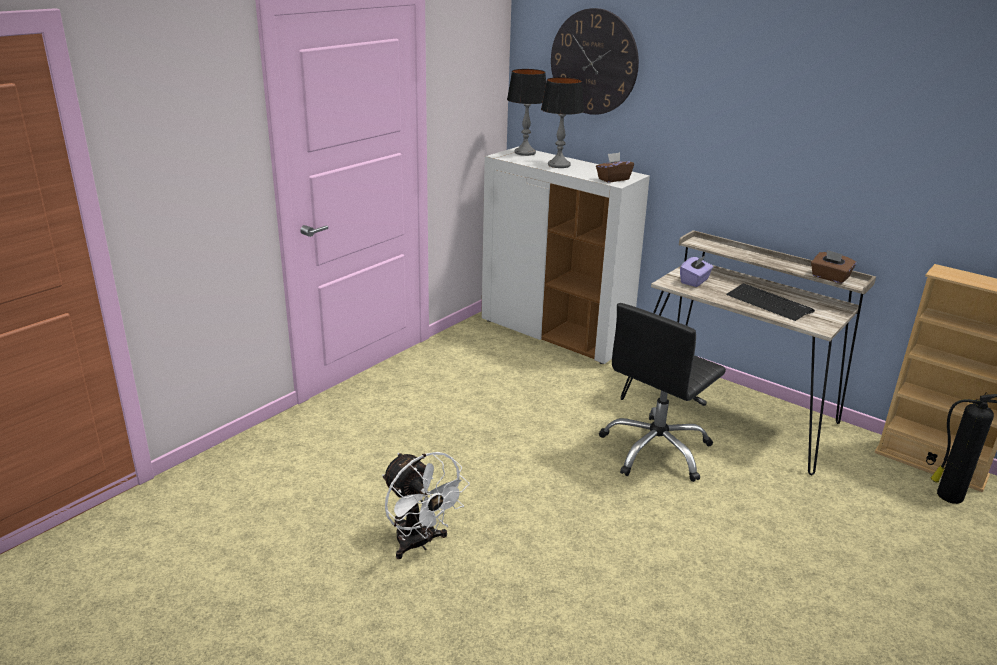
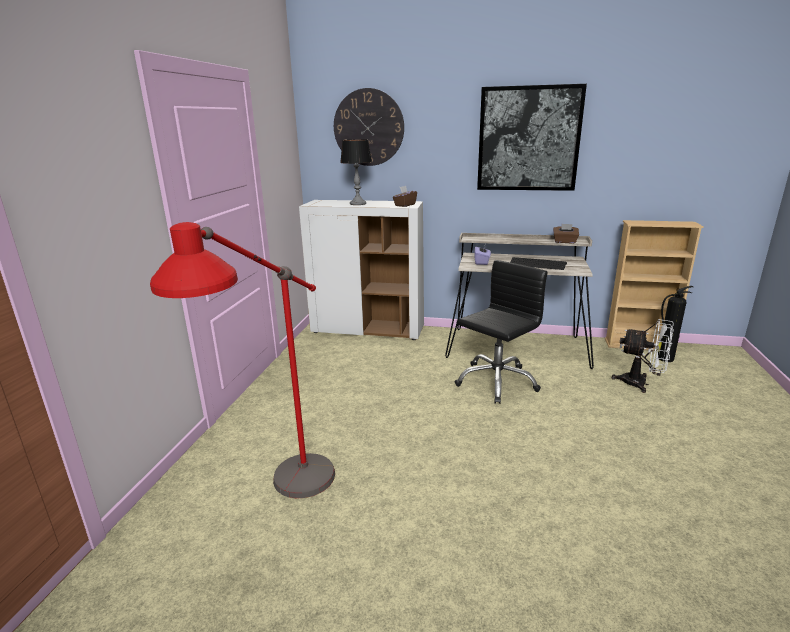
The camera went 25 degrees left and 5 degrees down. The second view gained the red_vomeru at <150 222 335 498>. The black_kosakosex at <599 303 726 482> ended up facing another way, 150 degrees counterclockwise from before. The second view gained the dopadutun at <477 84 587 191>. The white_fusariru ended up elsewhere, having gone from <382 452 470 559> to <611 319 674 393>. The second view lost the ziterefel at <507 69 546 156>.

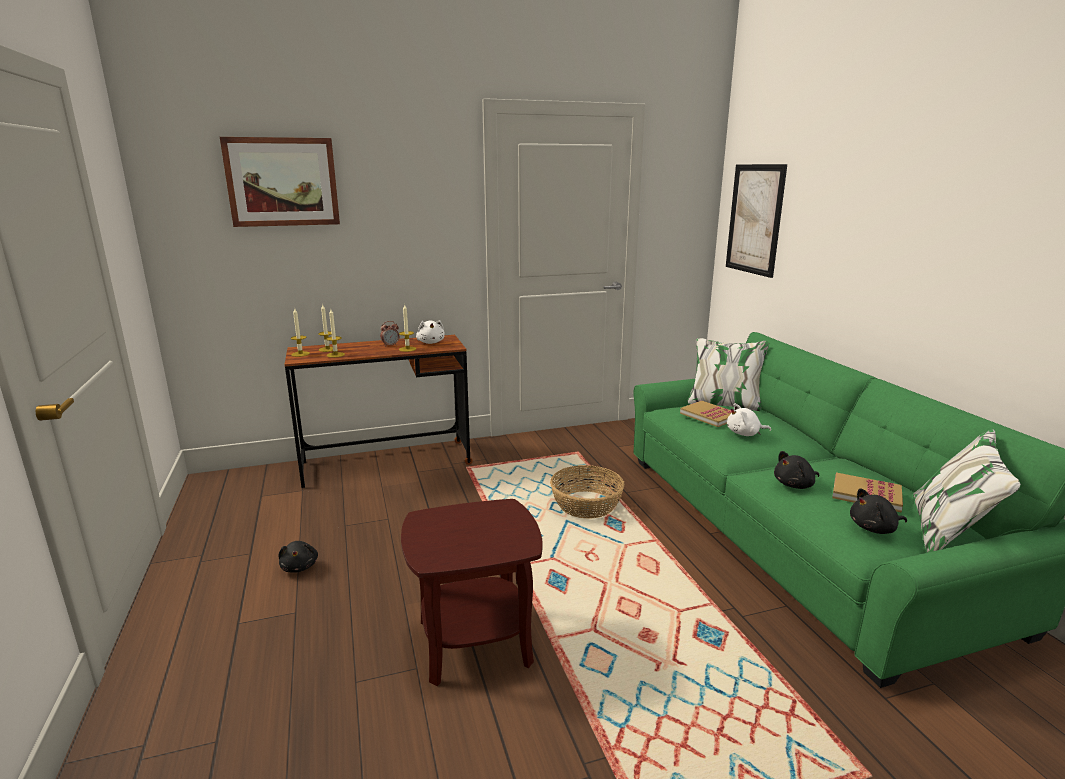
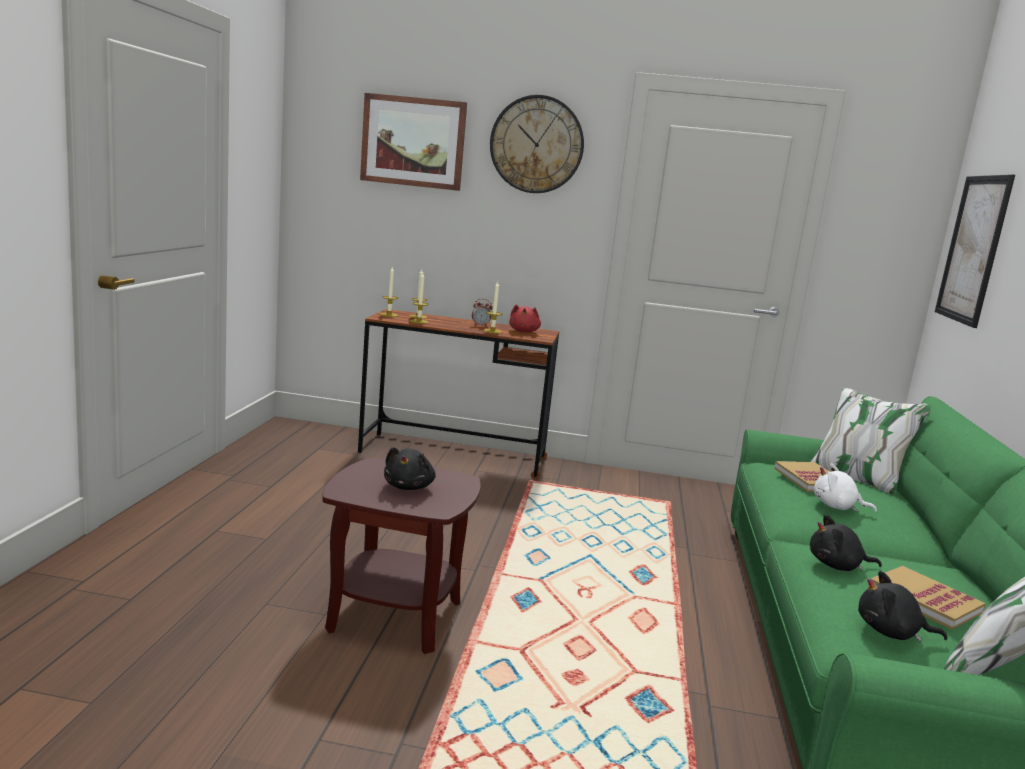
The camera went 25 degrees right and 5 degrees down. The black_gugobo ended up elsewhere, having gone from <278 541 318 573> to <384 447 436 490>. The second view gained the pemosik at <490 95 584 193>. What was the white_gugobo at <416 320 445 344> turned into the red_gugobo at <509 304 541 332>. The second view lost the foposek at <550 465 625 519>.

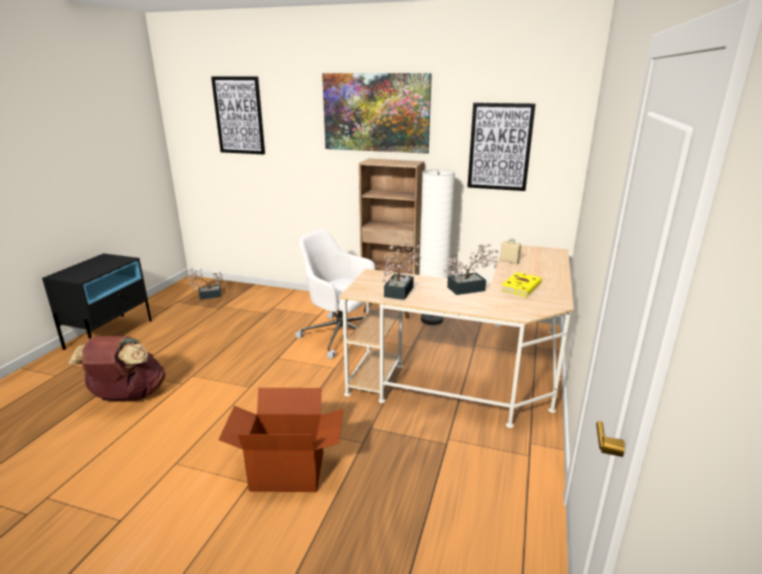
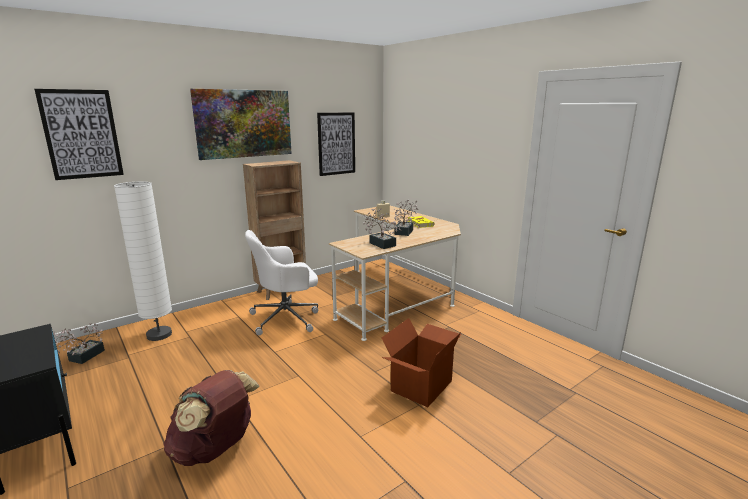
The camera went 55 degrees left and 5 degrees down. The white_vomeru ended up elsewhere, having gone from <419 169 455 325> to <114 181 172 341>.

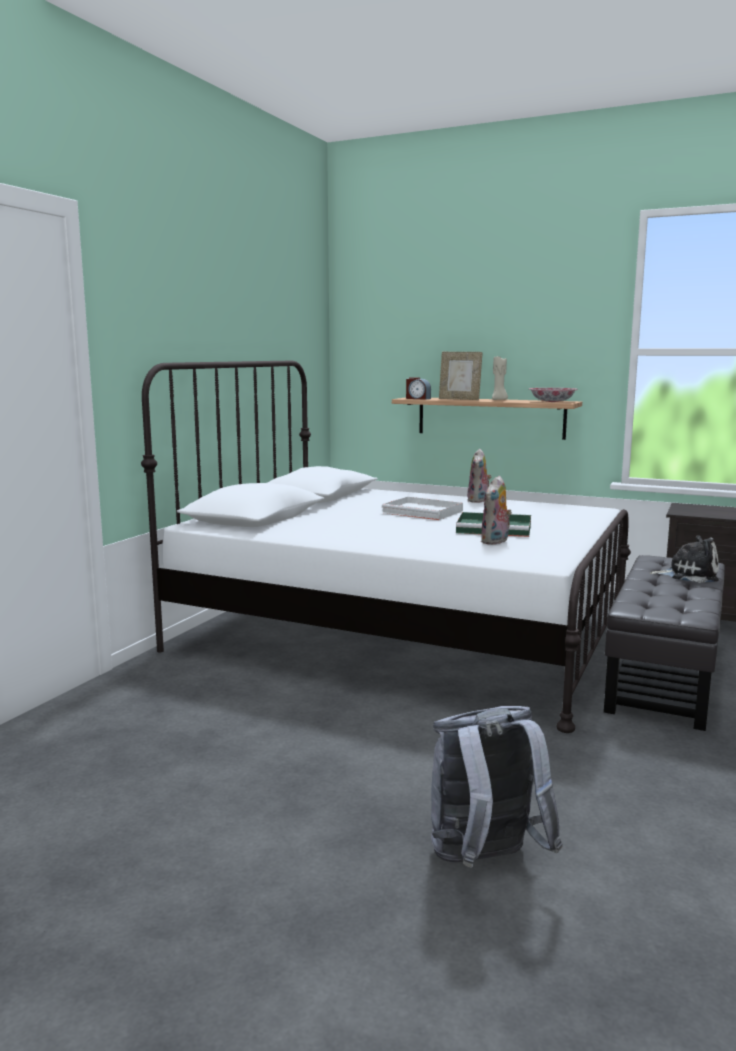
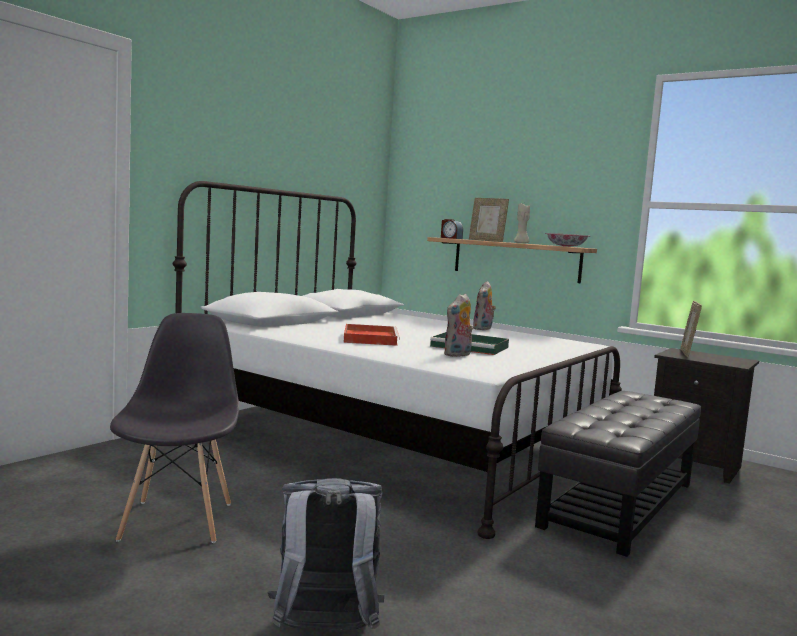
The camera went 10 degrees right and 5 degrees down. The second view gained the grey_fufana at <110 313 239 543>. The second view gained the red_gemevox at <344 324 400 346>. The second view gained the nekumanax at <681 301 702 357>. The second view lost the white_gemevox at <382 496 463 520>. The second view lost the gugobo at <650 535 719 583>.

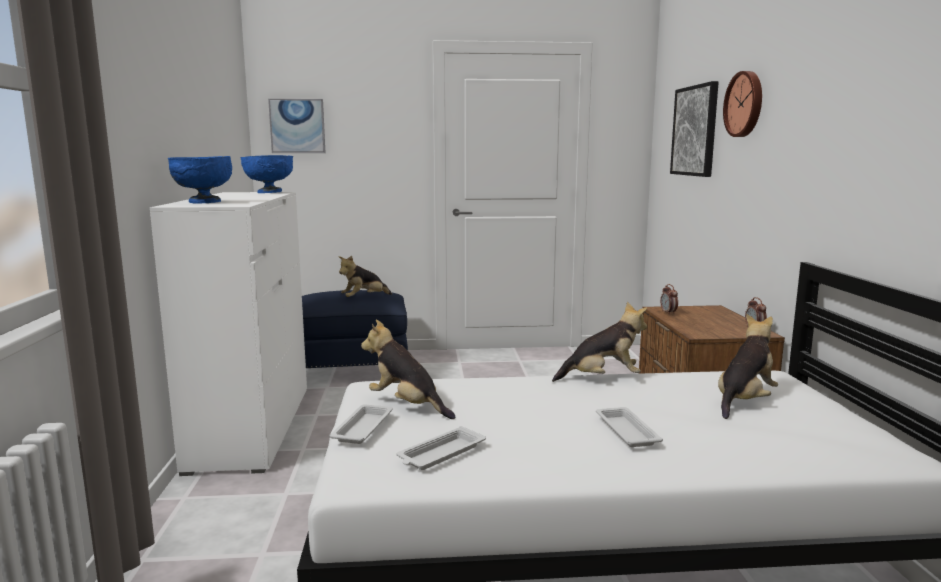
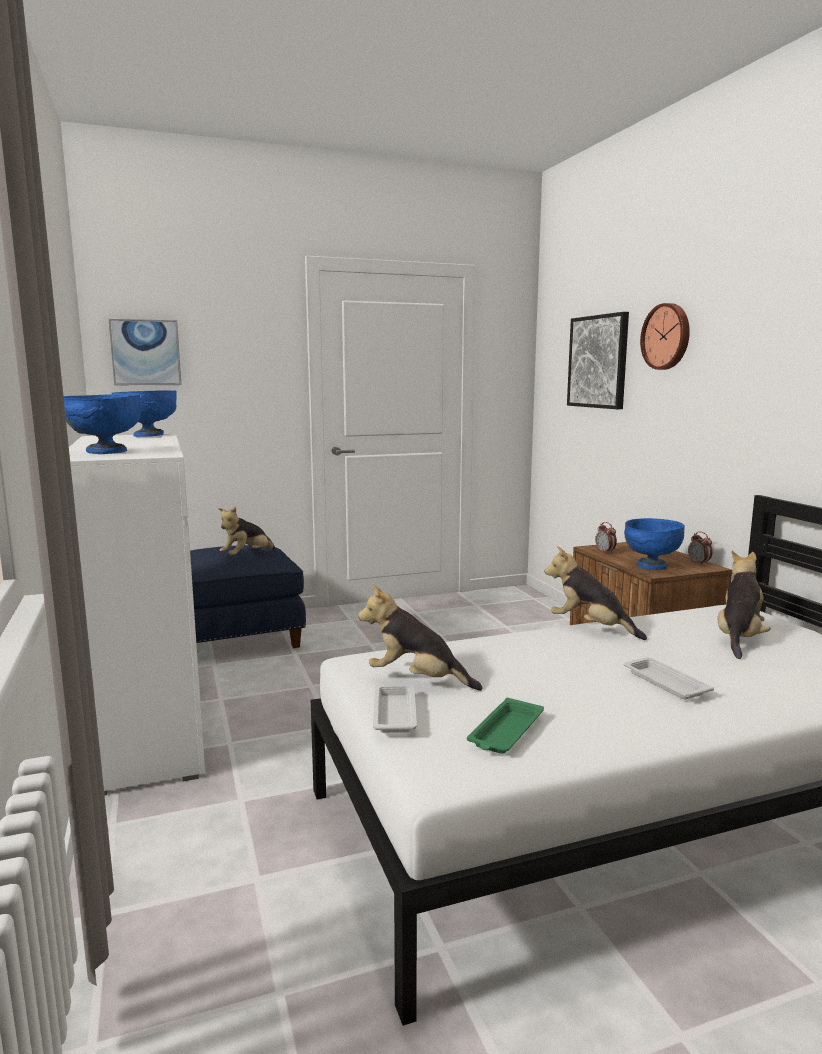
The camera went 15 degrees left and 0 degrees up. What was the white_gemevox at <397 426 486 470> turned into the green_gemevox at <467 698 544 754>. The gugobo at <552 302 647 382> ended up facing another way, 120 degrees counterclockwise from before. The second view gained the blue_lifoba at <624 518 685 570>.

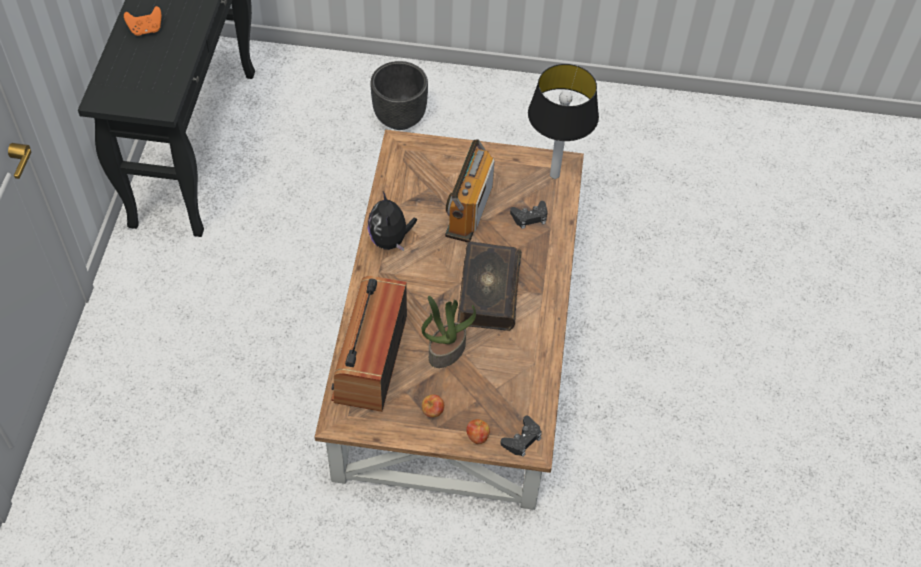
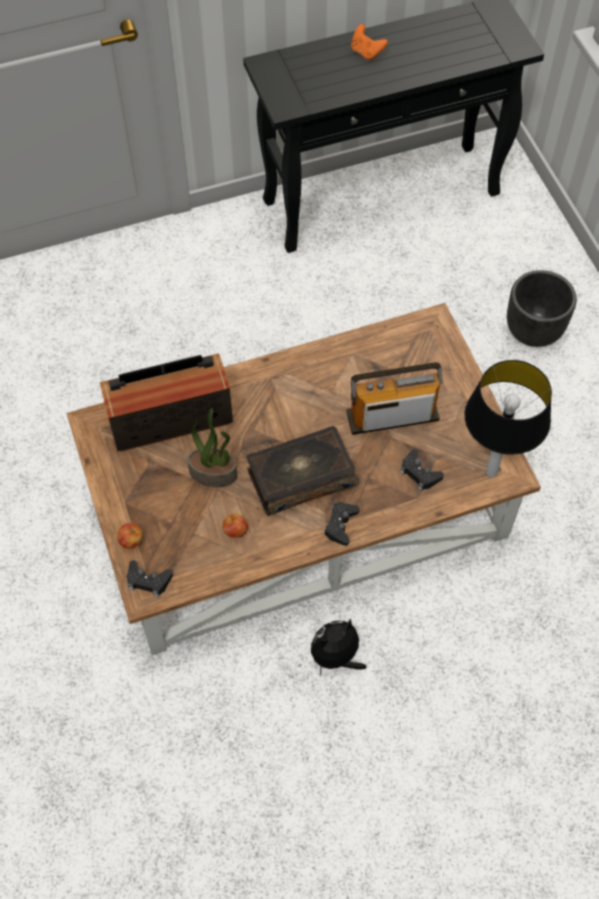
The camera went 65 degrees right and 5 degrees up. The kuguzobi ended up elsewhere, having gone from <422 394 444 418> to <222 513 248 538>. The gugobo ended up elsewhere, having gone from <368 191 417 251> to <311 619 366 676>. The second view gained the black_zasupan at <324 502 360 546>.

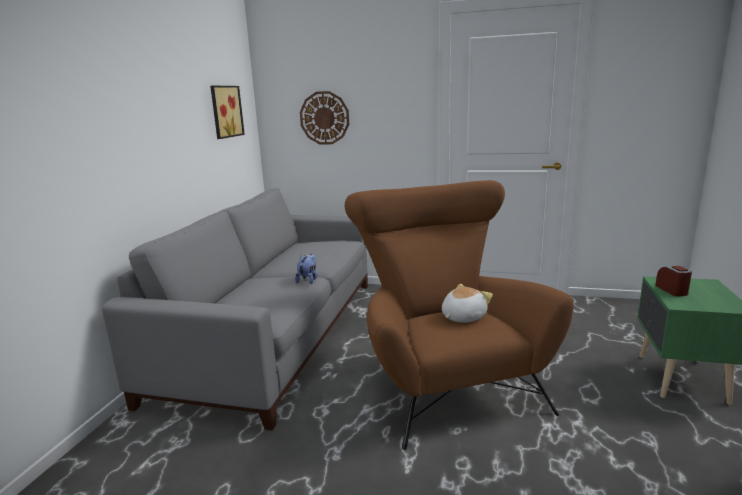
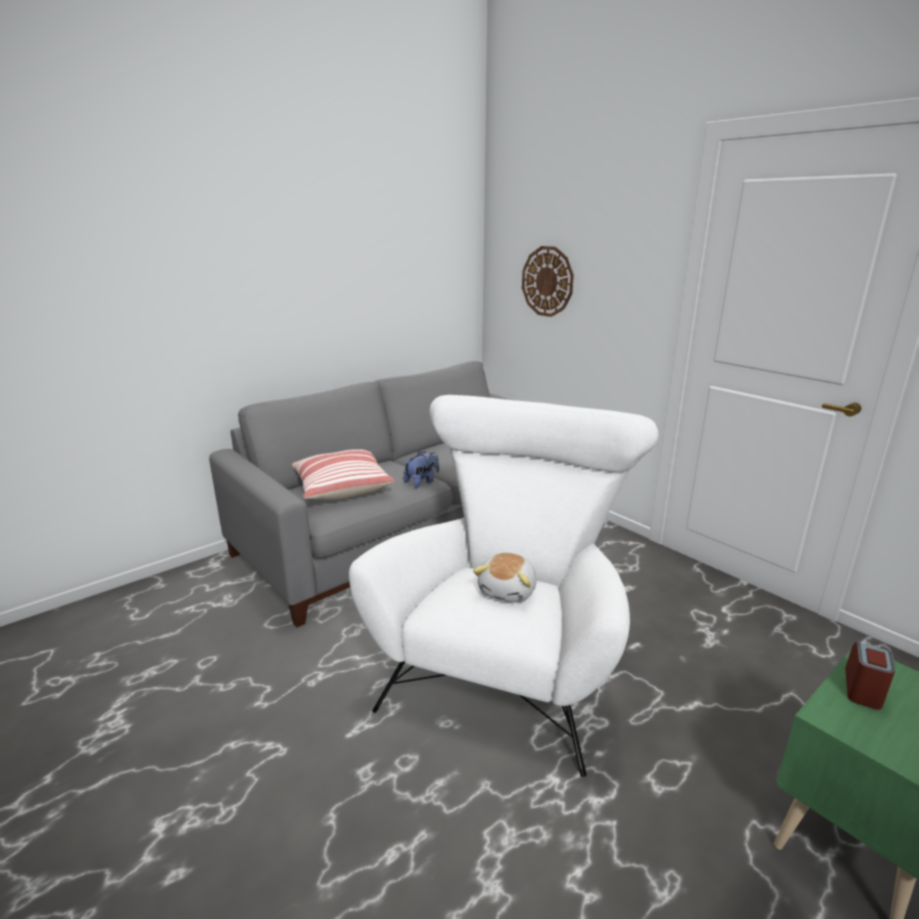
The camera went 35 degrees right and 5 degrees up. The second view gained the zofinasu at <291 449 395 500>. What was the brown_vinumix at <345 180 574 450> turned into the white_vinumix at <349 395 658 777>. The gugobo at <442 284 493 323> ended up facing another way, 120 degrees clockwise from before. The second view lost the dopadutun at <210 86 245 139>.

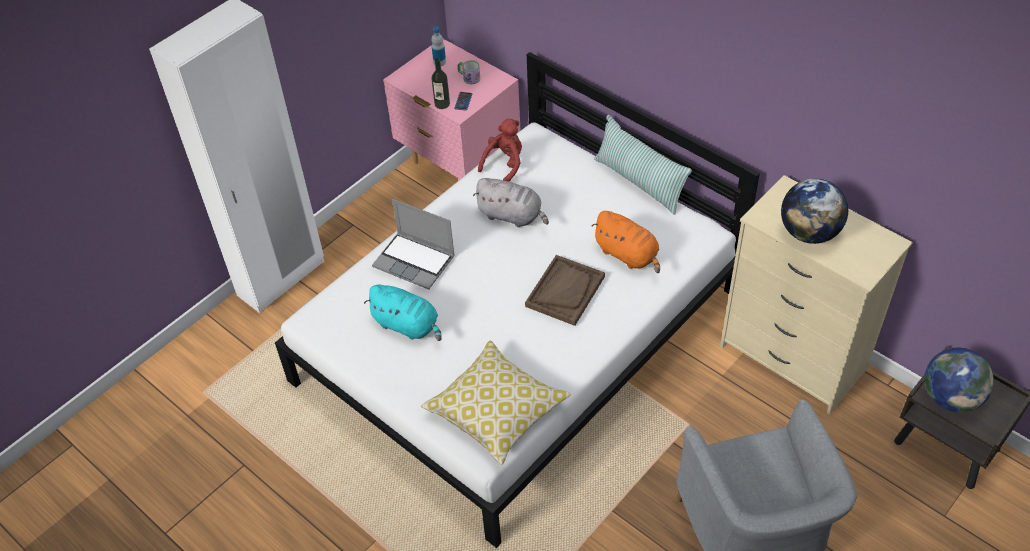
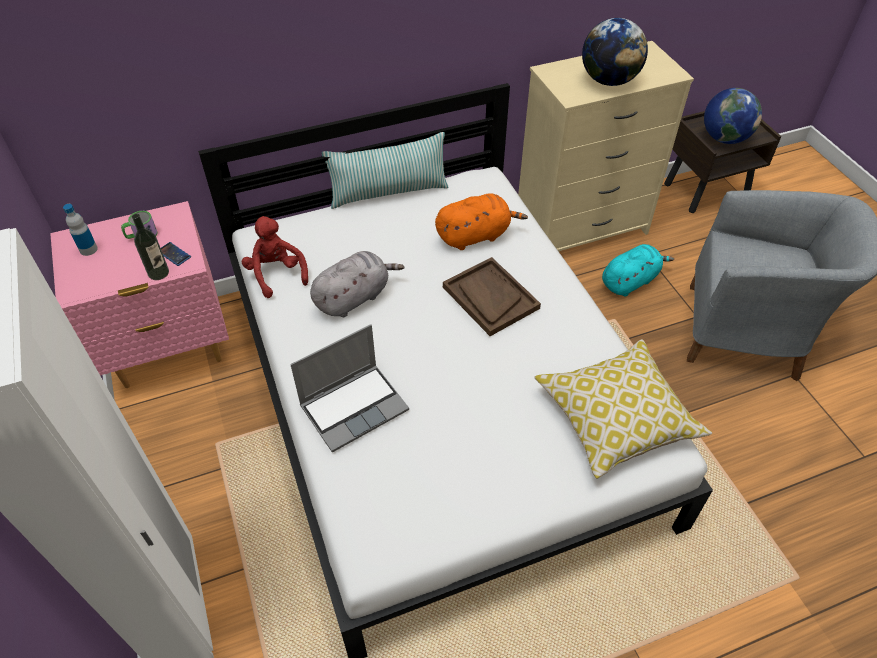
The camera went 65 degrees left and 0 degrees up. The turquoise_gugobo ended up elsewhere, having gone from <364 285 442 341> to <602 244 674 297>.

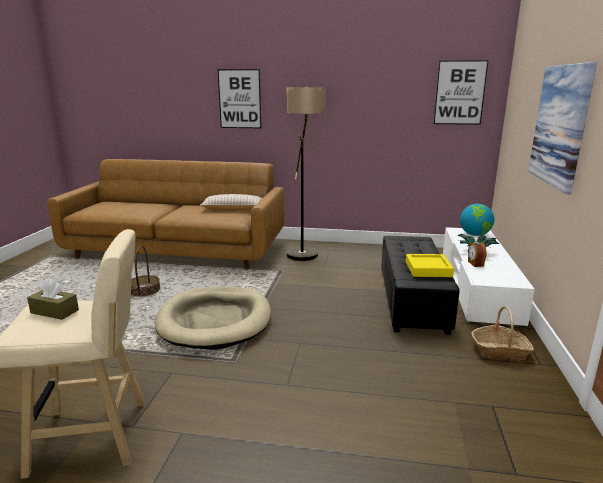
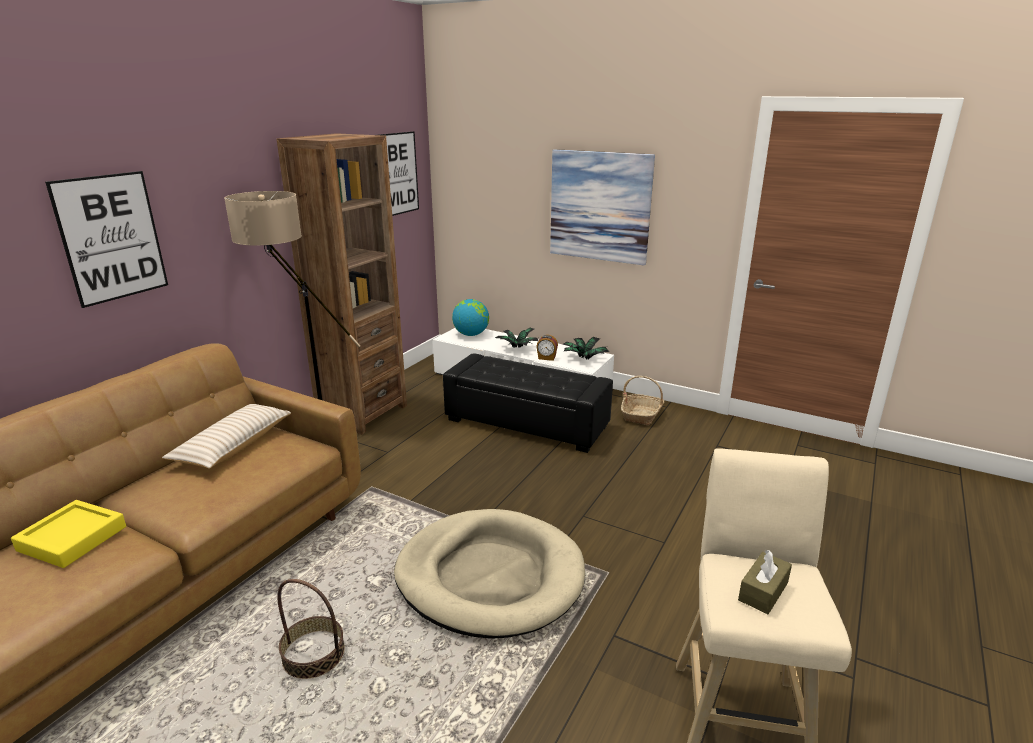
The camera went 70 degrees left and 5 degrees up. The yellow_gemevox ended up elsewhere, having gone from <406 254 454 277> to <11 500 126 568>. The second view gained the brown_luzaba at <277 133 407 435>. The second view gained the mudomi at <562 337 609 359>.

